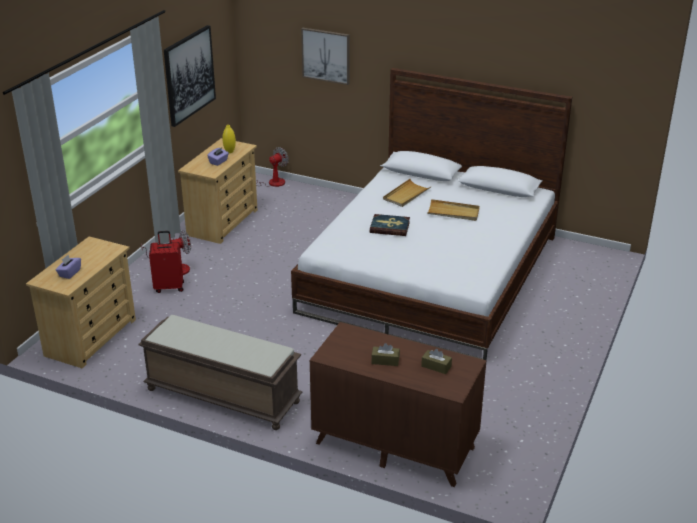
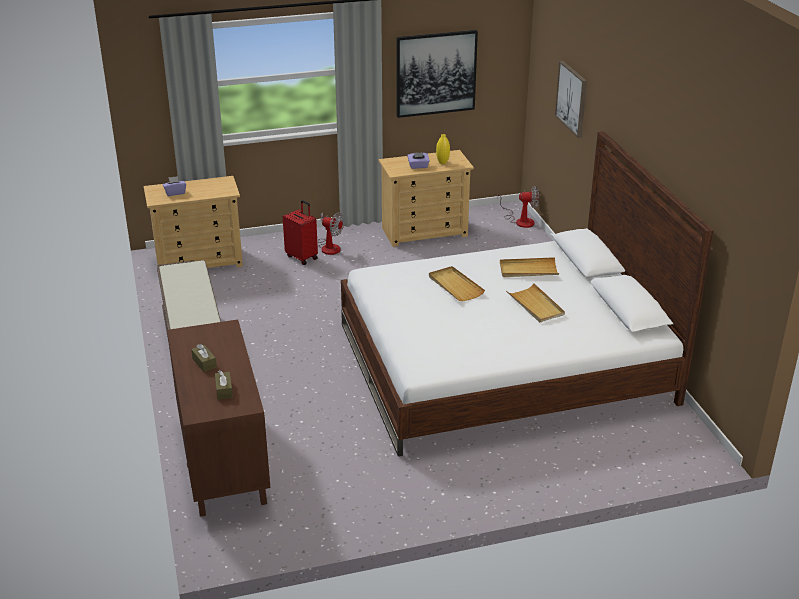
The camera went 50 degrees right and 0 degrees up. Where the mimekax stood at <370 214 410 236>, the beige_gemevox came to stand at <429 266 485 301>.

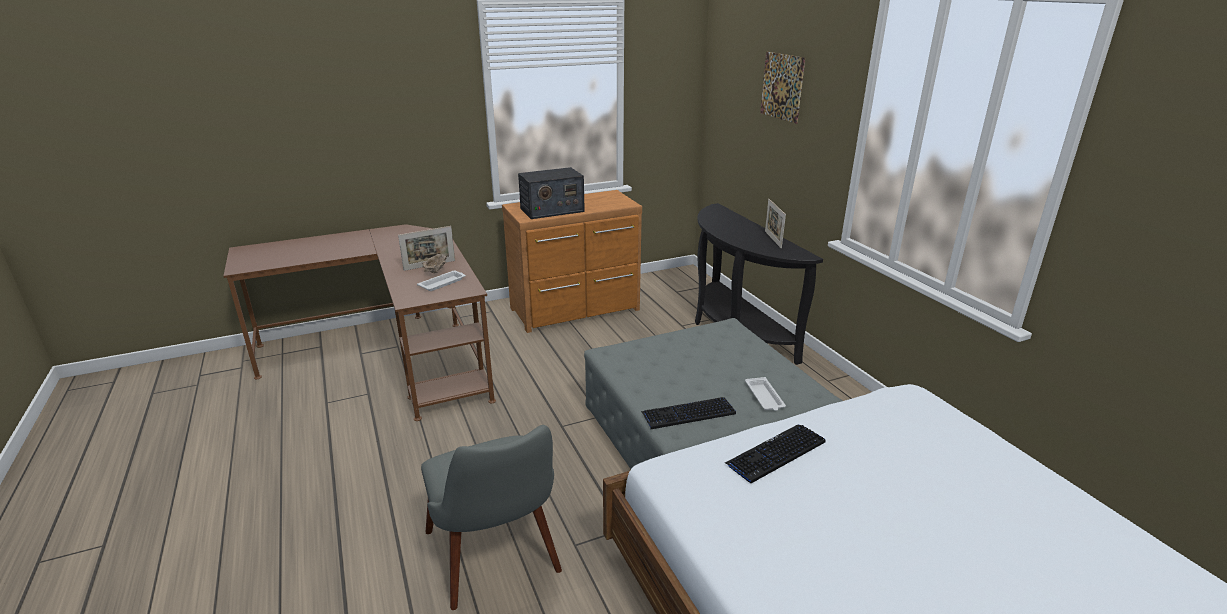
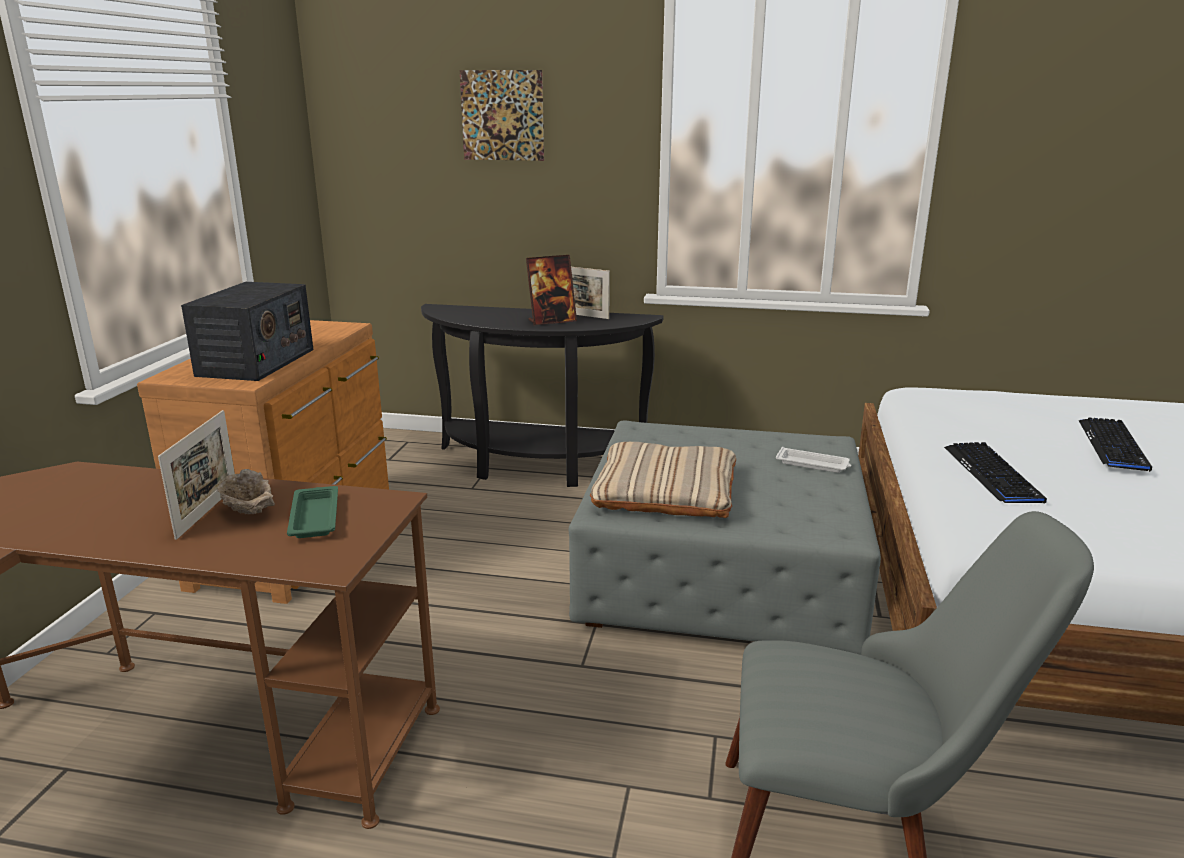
The camera went 55 degrees left and 5 degrees down. What was the white_gemevox at <417 270 466 291> turned into the green_gemevox at <287 486 338 538>. The second view gained the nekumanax at <526 255 577 326>. The second view gained the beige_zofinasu at <590 442 736 518>. The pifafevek ended up elsewhere, having gone from <641 397 736 430> to <1078 417 1152 472>.

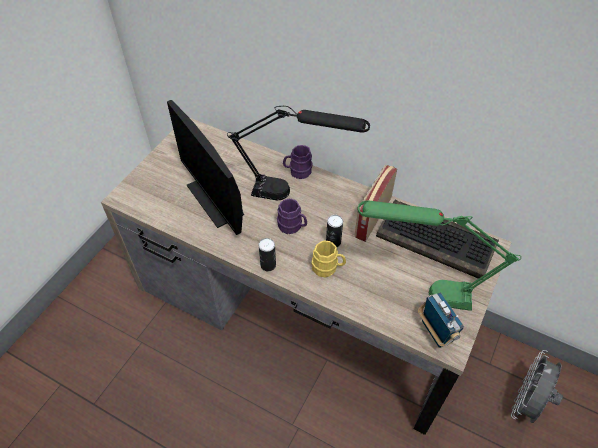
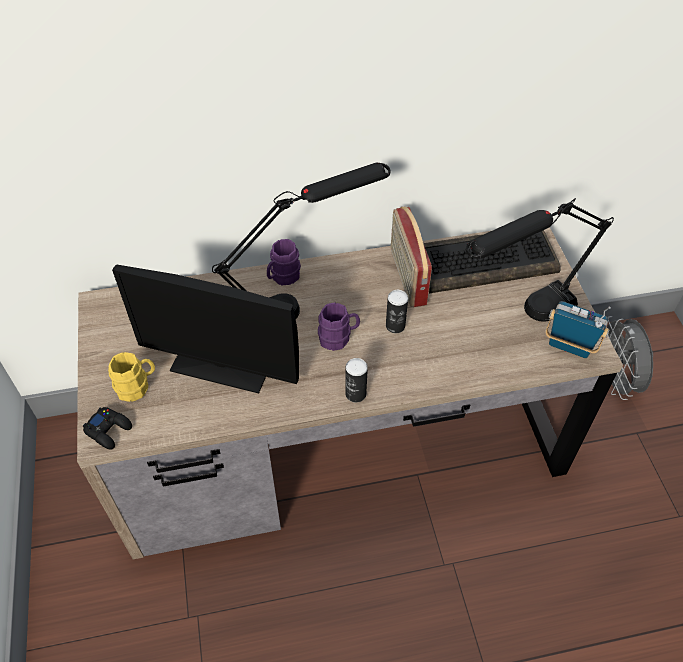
The camera went 40 degrees left and 0 degrees up. The second view gained the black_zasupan at <83 407 132 450>. The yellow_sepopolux ended up elsewhere, having gone from <311 240 346 278> to <108 352 155 402>. What was the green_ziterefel at <358 200 521 311> turned into the black_ziterefel at <466 198 614 322>.

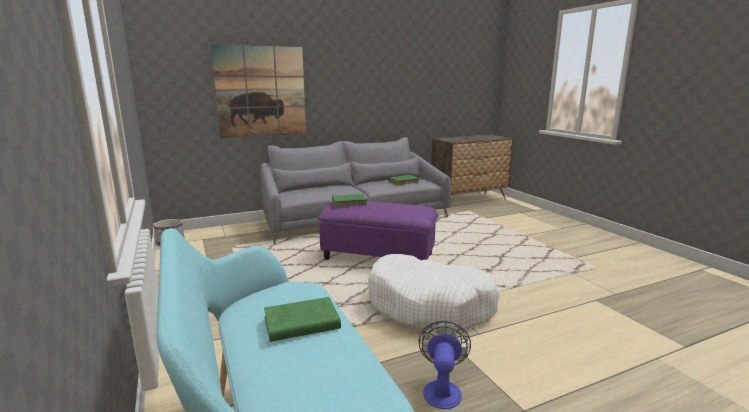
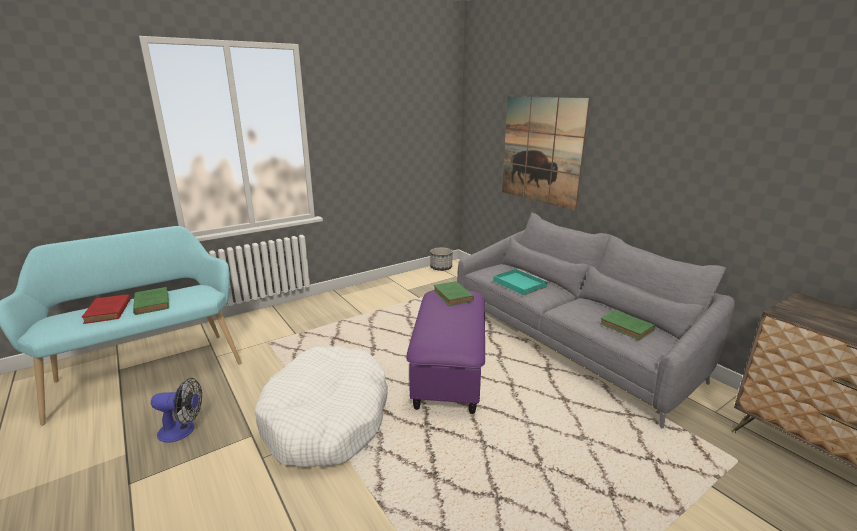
The camera went 80 degrees right and 5 degrees up. The second view gained the red_mimekax at <81 294 130 324>. The second view gained the turquoise_gemevox at <493 269 548 295>.

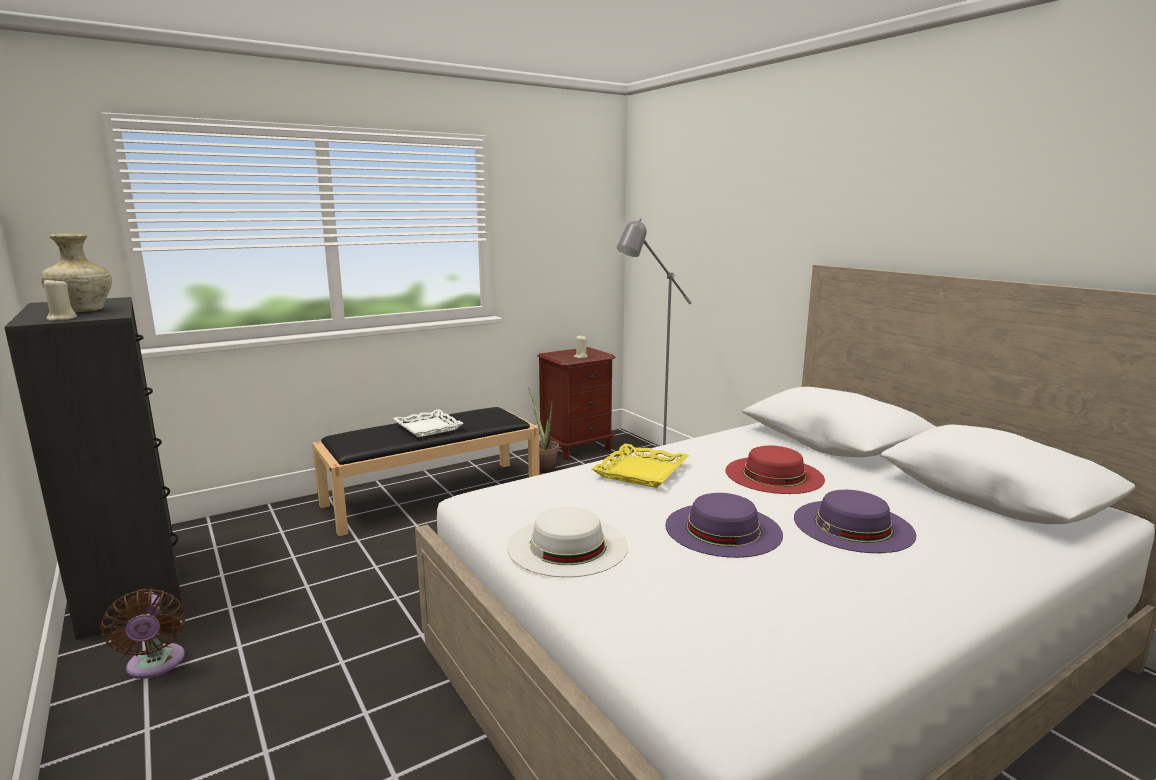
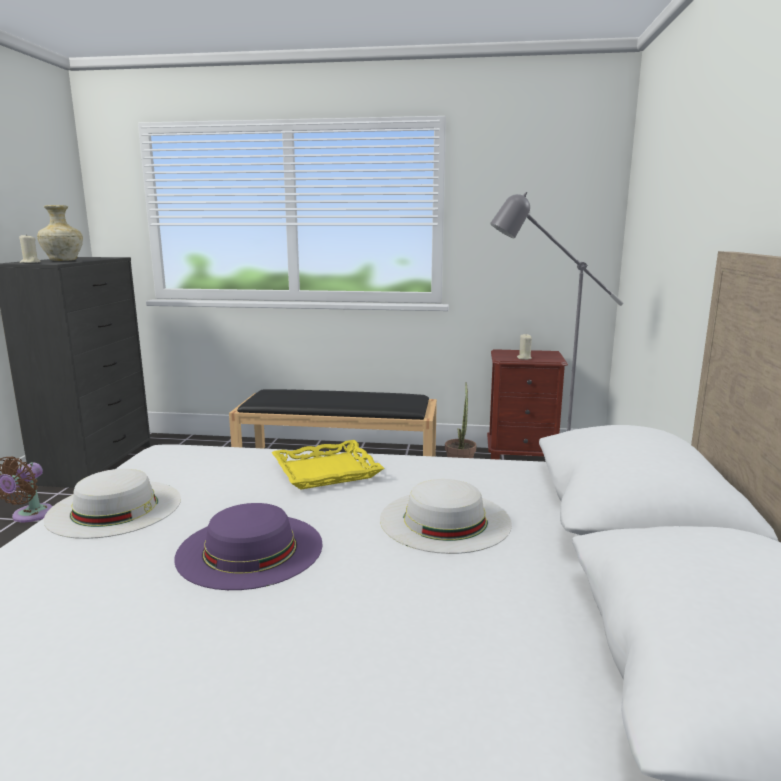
The camera went 40 degrees right and 0 degrees up. What was the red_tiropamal at <726 446 825 494> turned into the white_tiropamal at <380 479 512 554>. The second view lost the white_gemevox at <393 409 464 437>. The second view lost the purple_tiropamal at <794 490 916 553>.

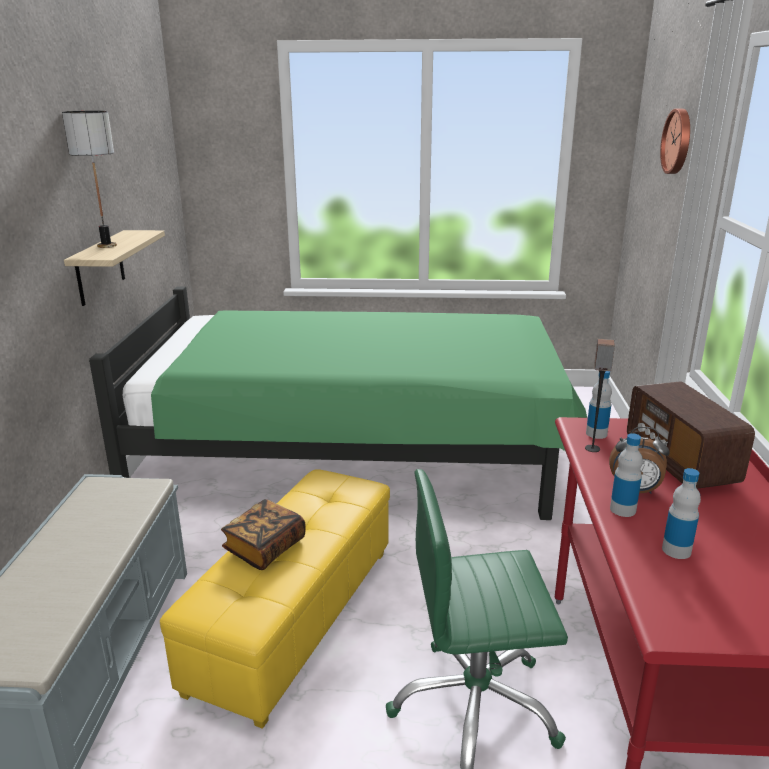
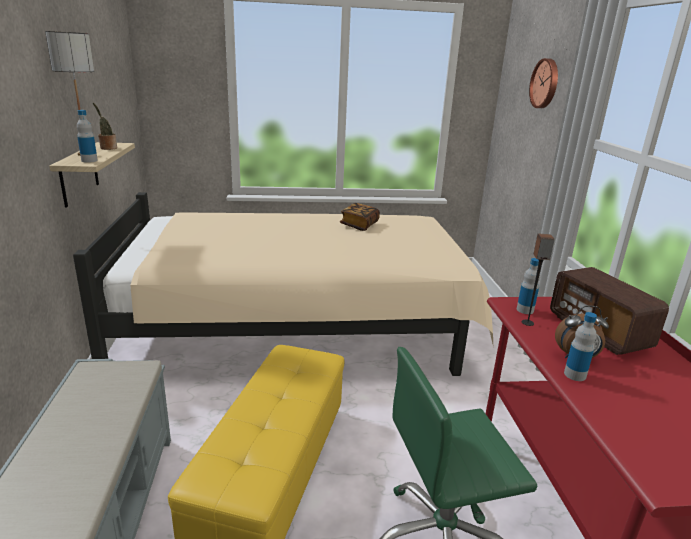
The camera went 10 degrees left and 0 degrees up. What was the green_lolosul at <89 287 587 520> turned into the beige_lolosul at <73 192 493 376>. The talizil ended up elsewhere, having gone from <662 468 701 559> to <77 110 98 162>. The second view gained the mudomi at <93 103 117 150>. The mimekax ended up elsewhere, having gone from <221 499 305 570> to <340 203 380 231>.

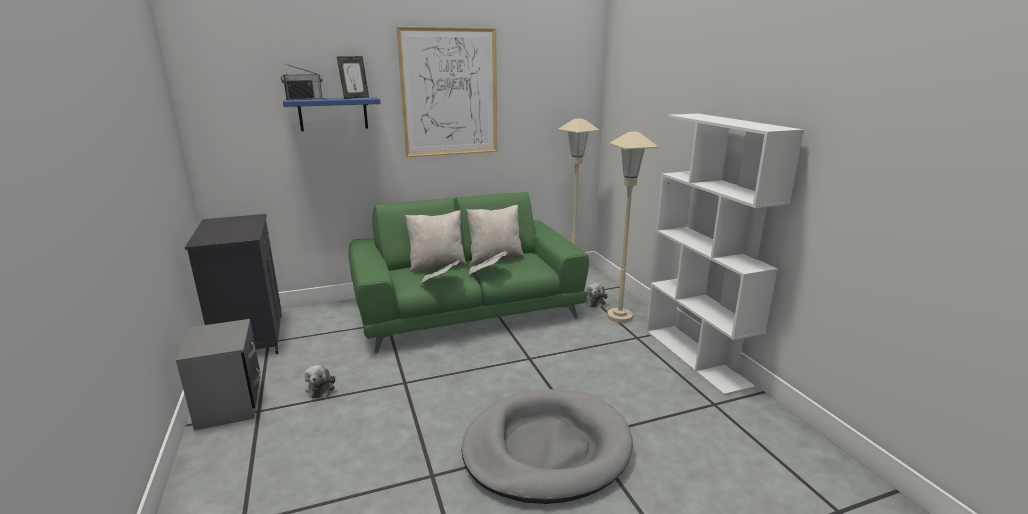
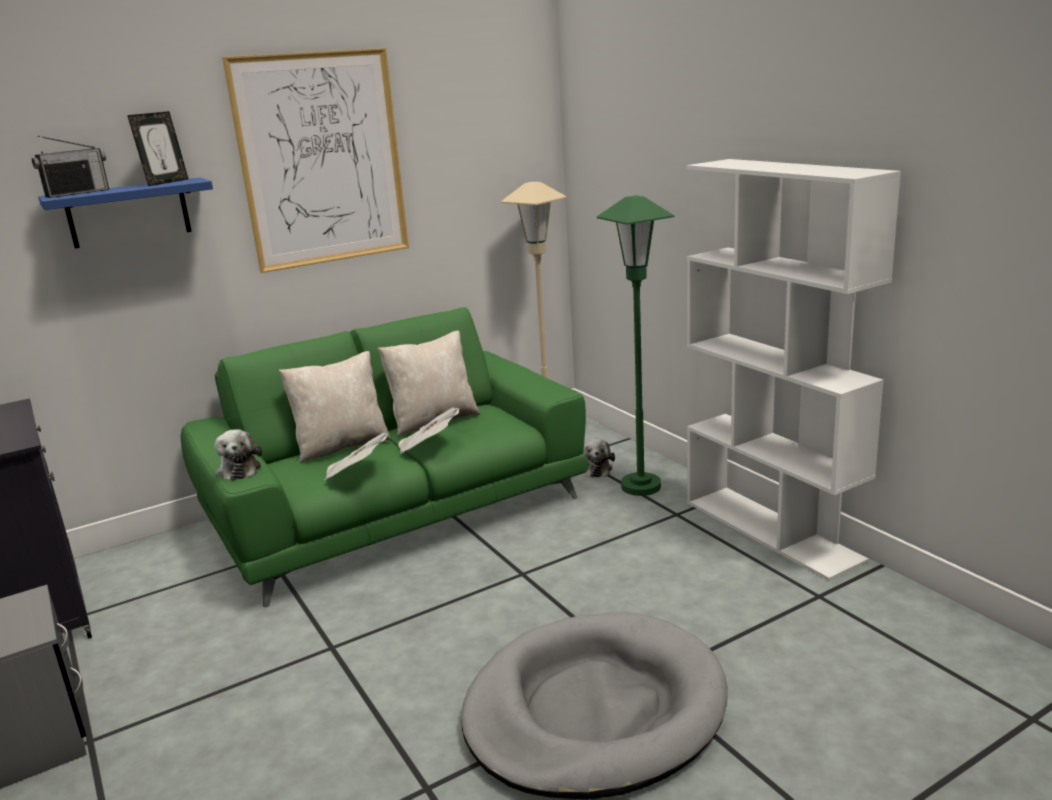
The camera went 10 degrees left and 0 degrees up. The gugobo ended up elsewhere, having gone from <304 365 335 398> to <214 429 262 481>. What was the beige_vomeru at <607 132 658 323> turned into the green_vomeru at <597 195 674 496>.

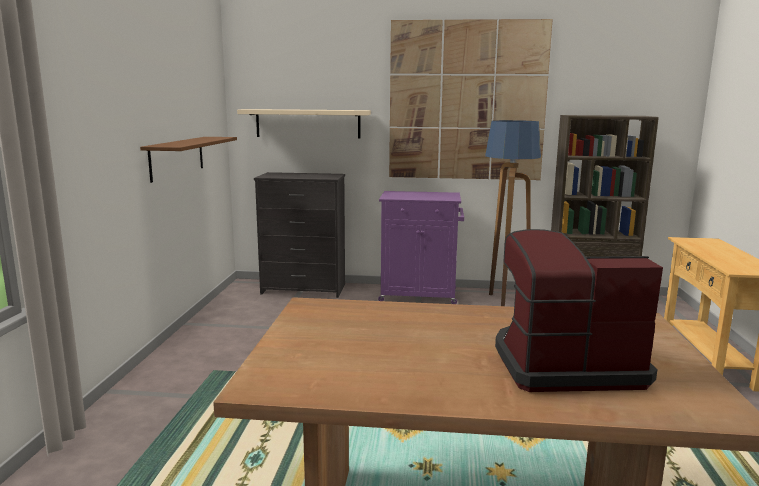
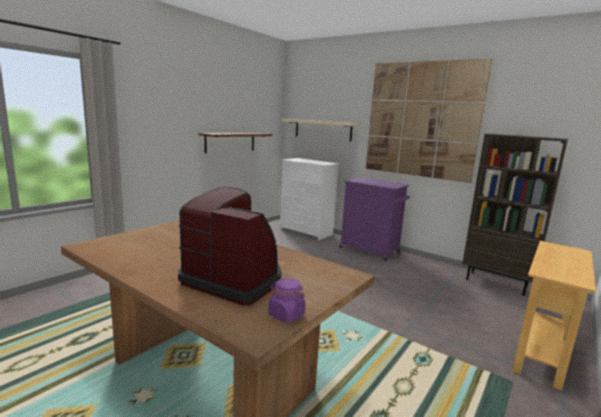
The camera went 30 degrees right and 0 degrees up. The second view gained the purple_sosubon at <269 278 306 323>. What was the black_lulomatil at <254 172 345 298> turned into the white_lulomatil at <280 158 339 240>. The second view lost the vomeru at <485 120 541 306>.

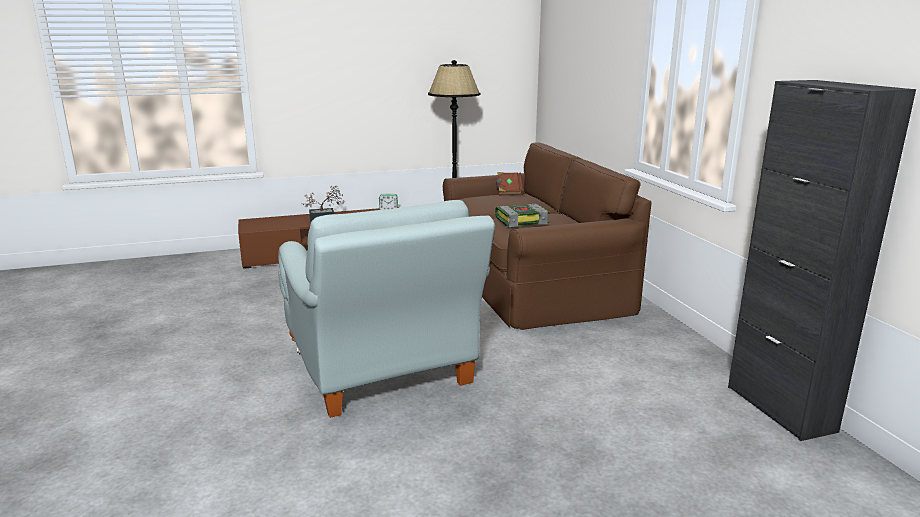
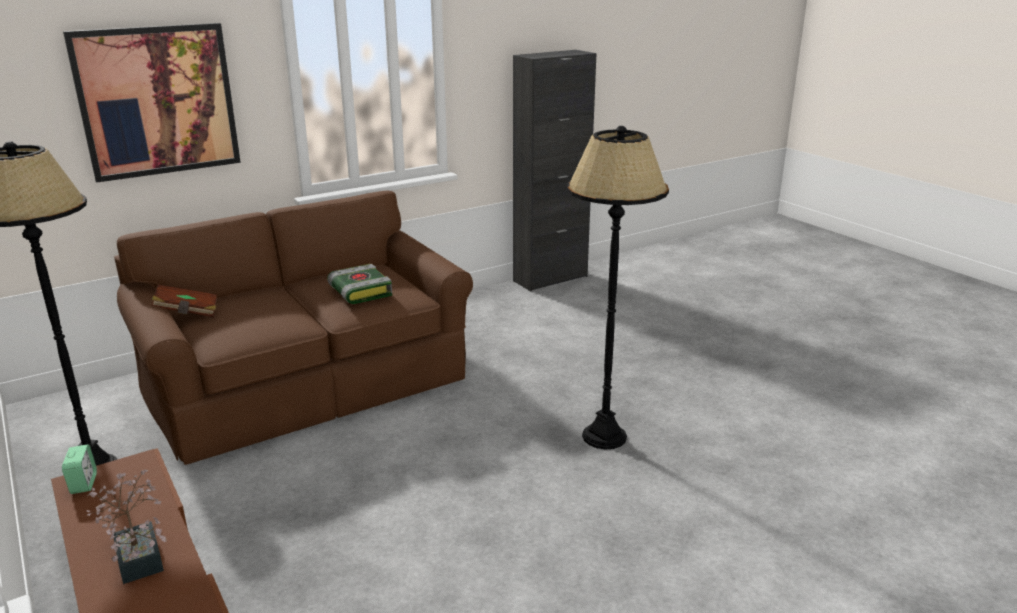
The camera went 105 degrees left and 5 degrees up. The second view gained the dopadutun at <63 23 241 182>. Where the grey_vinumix stood at <278 200 495 418>, the black_vomeru came to stand at <567 126 669 449>.

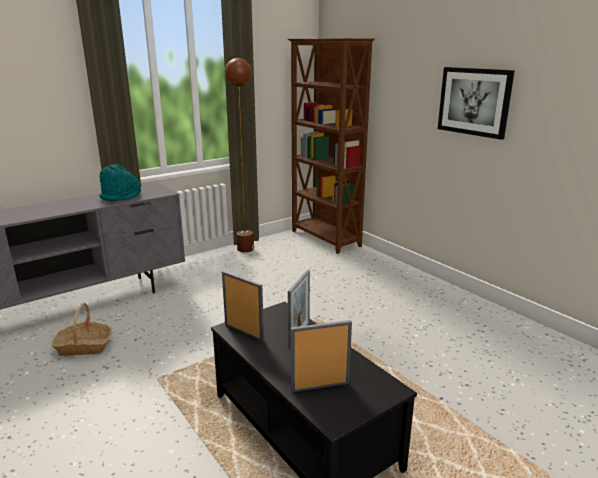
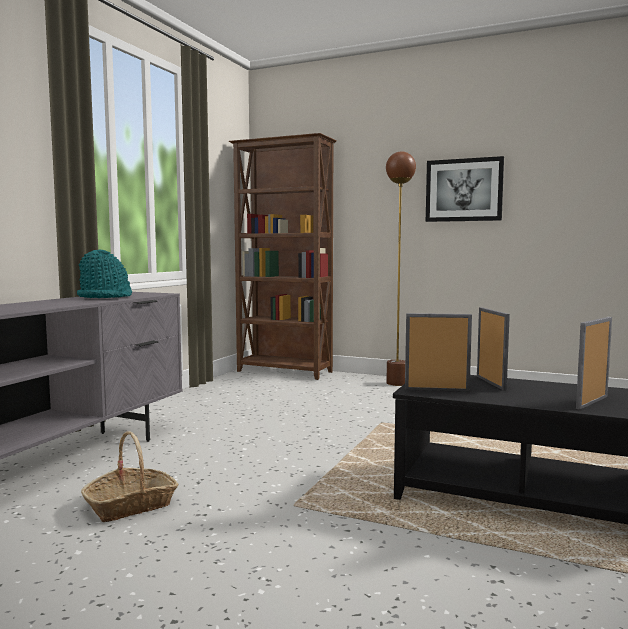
The camera went 30 degrees left and 15 degrees down. The brown_vomeru ended up elsewhere, having gone from <225 58 254 253> to <386 151 416 386>.

